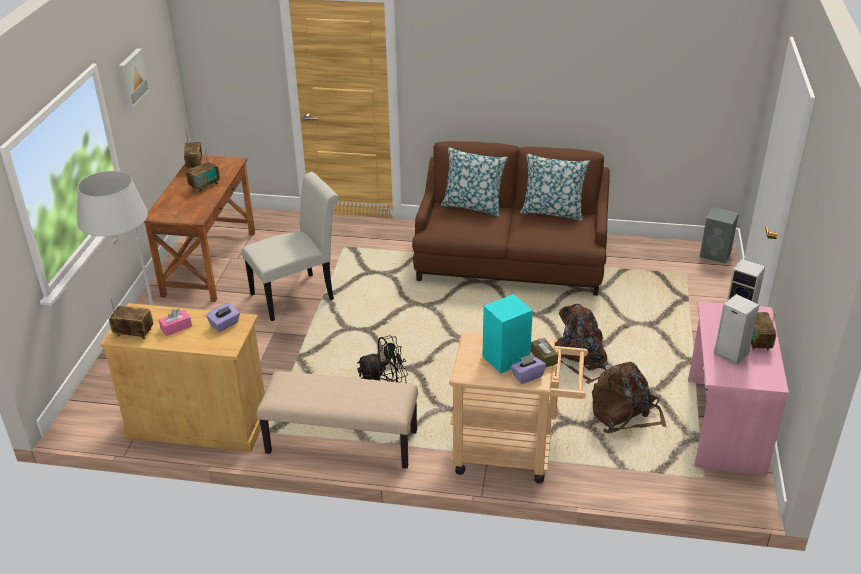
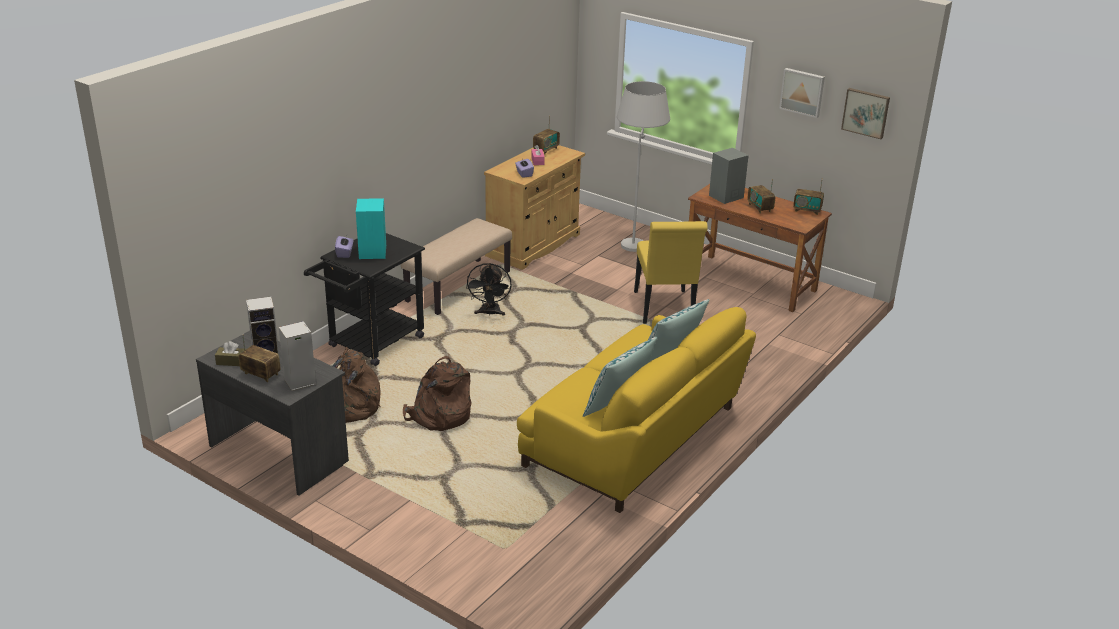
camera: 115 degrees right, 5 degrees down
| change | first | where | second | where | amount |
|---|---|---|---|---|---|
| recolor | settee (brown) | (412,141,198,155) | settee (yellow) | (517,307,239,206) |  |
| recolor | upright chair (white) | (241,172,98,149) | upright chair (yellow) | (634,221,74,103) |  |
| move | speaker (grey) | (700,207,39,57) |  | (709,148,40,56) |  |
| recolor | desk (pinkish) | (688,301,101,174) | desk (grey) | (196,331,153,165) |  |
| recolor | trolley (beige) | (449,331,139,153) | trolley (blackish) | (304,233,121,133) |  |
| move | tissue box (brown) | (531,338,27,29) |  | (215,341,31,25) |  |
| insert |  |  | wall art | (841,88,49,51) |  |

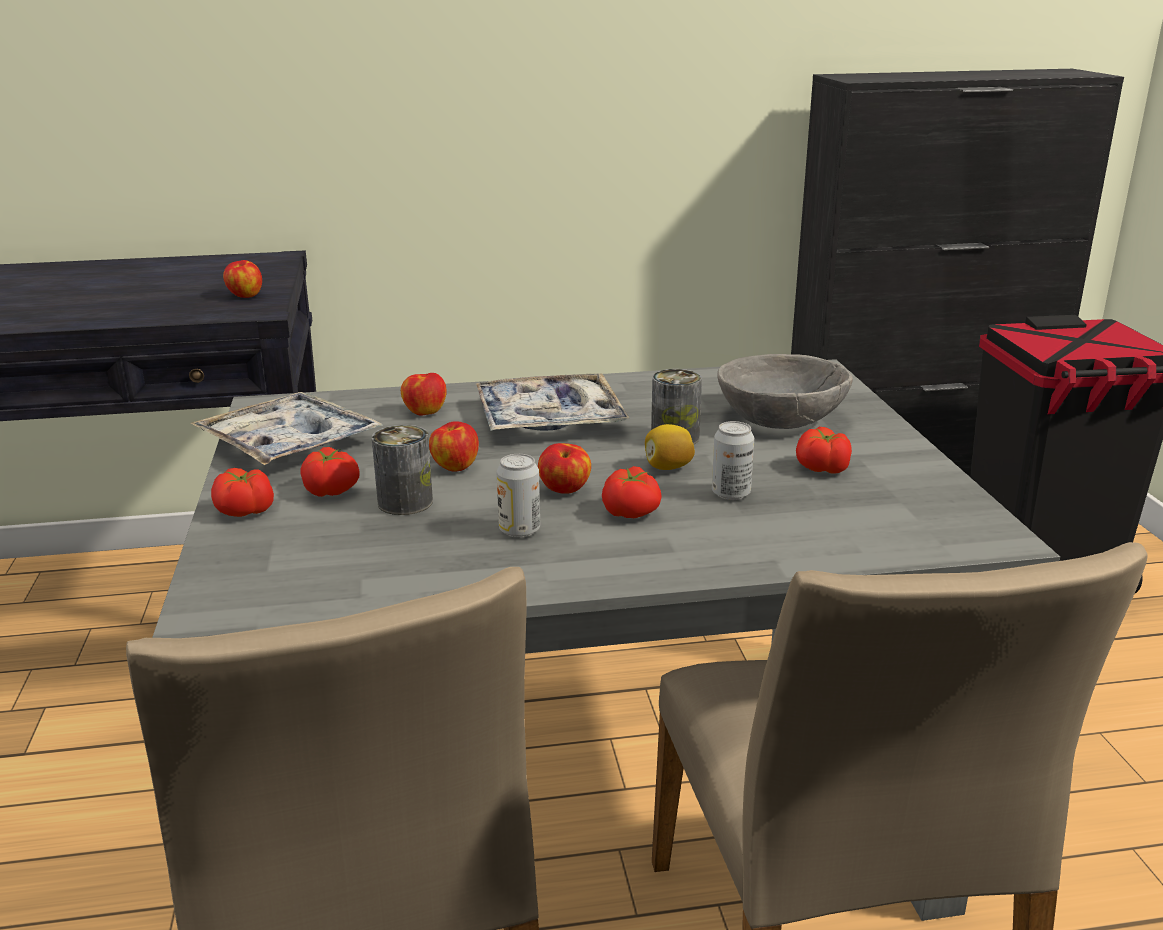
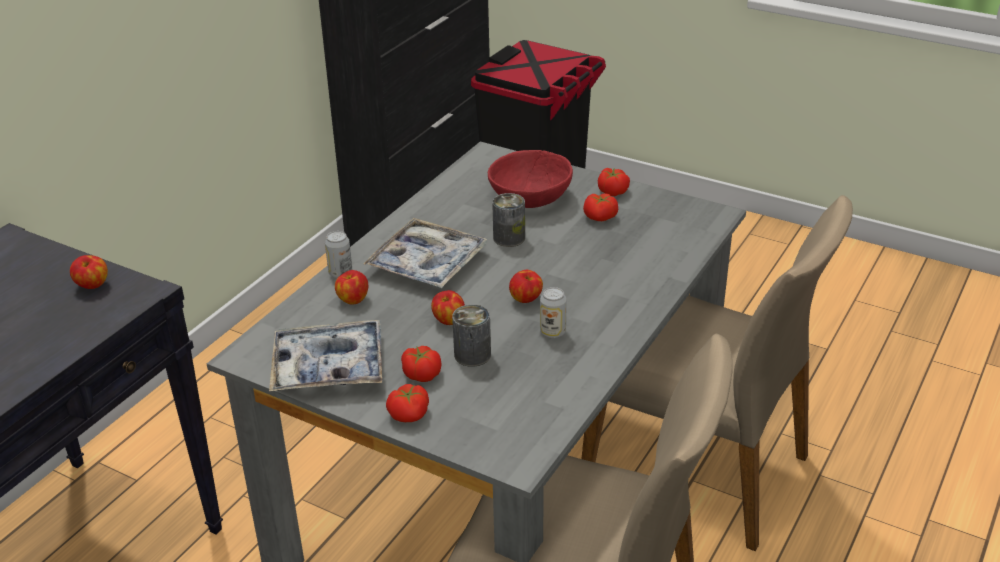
camera: 50 degrees left, 10 degrees up
| change | first | where | second | where | amount |
|---|---|---|---|---|---|
| recolor | bowl (grey) | (717,354,136,75) | bowl (red-coloured) | (488,150,85,58) |  |
| move | can | (712,421,42,79) |  | (325,231,27,47) |  |
| delete | lemon | (645,424,50,46) |  |  |  |
| move | whole tomato | (602,466,60,52) |  | (598,168,32,28) |  |

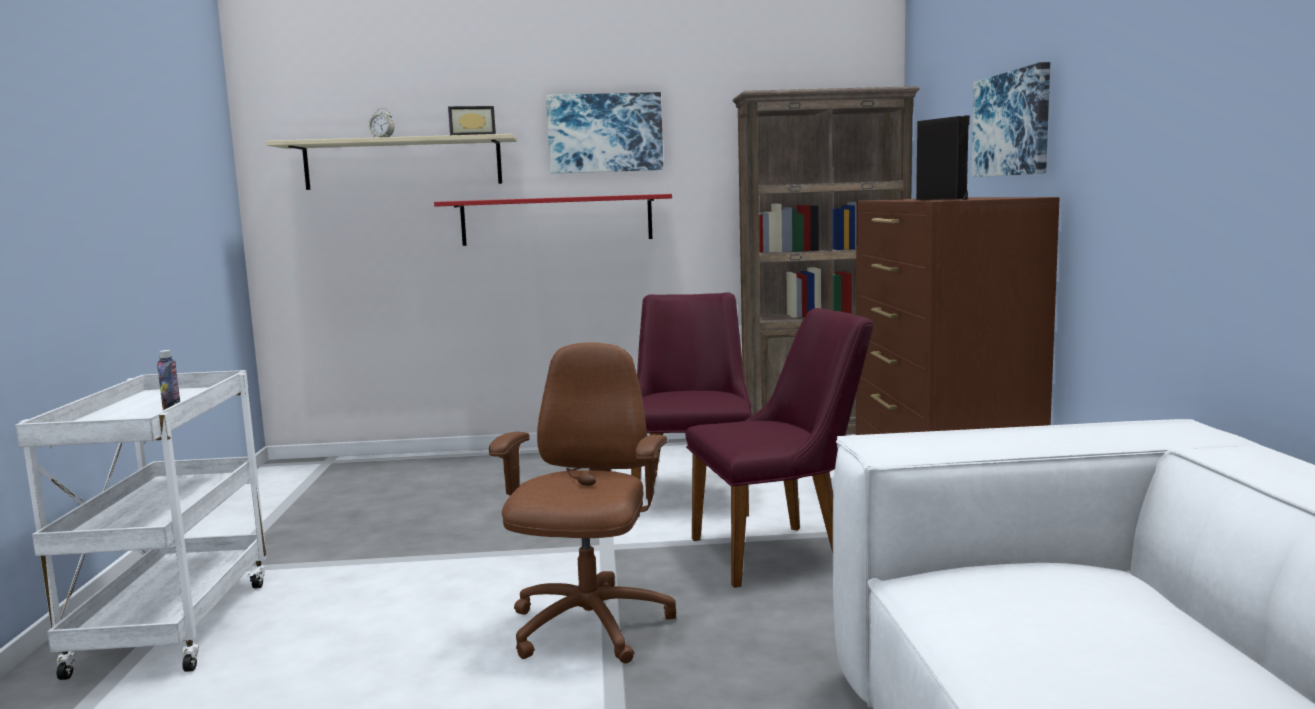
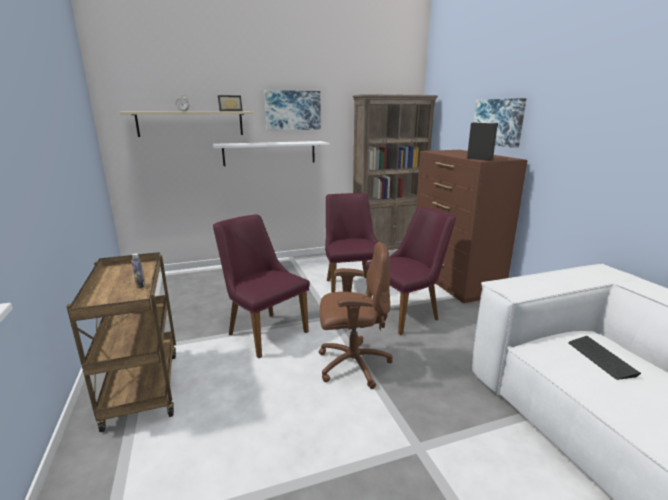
camera: 15 degrees left, 10 degrees up
| change | first | where | second | where | amount |
|---|---|---|---|---|---|
| recolor | shelf (red-coloured) | (434,194,238,52) | shelf (white) | (213,141,116,25) |  |
| rotate | office chair (brown) | (489,342,187,321) |  | (319,242,74,147) | 90 degrees clockwise |
| recolor | trolley (white) | (15,370,252,310) | trolley (brown) | (66,252,110,180) |  |
| insert |  |  | upright chair (purple-coloured) | (213,214,97,144) |  |
| insert |  |  | computer keyboard | (568,336,73,44) |  |

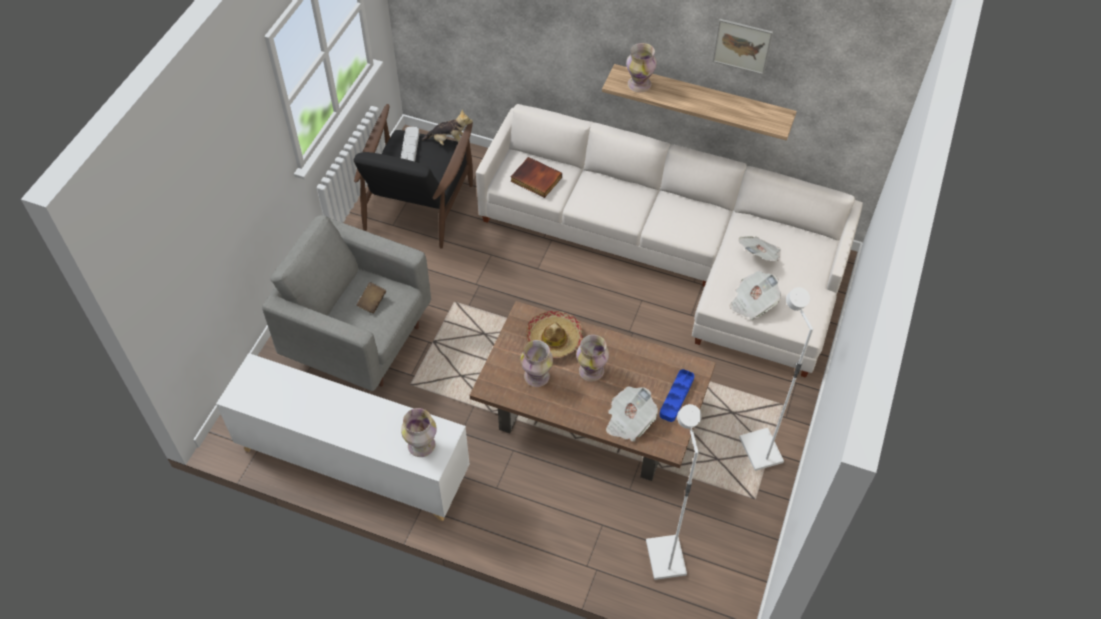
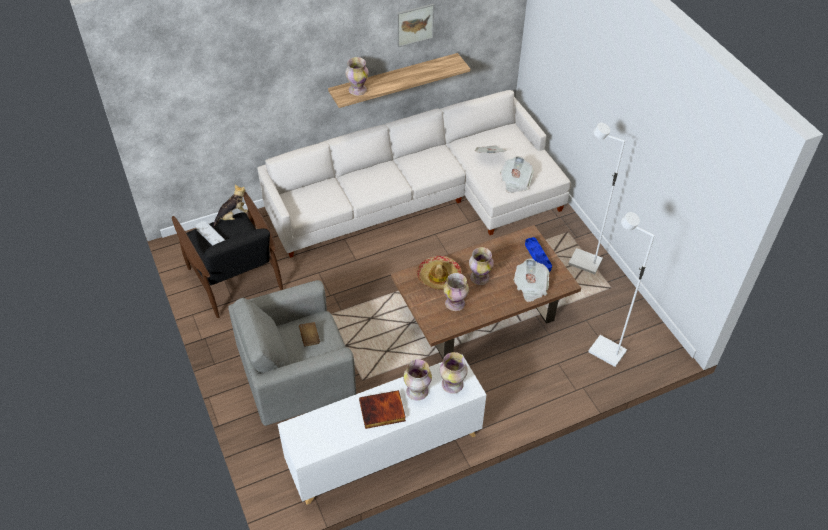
camera: 45 degrees left, 5 degrees down
| change | first | where | second | where | amount |
|---|---|---|---|---|---|
| move | bound book | (511,157,51,41) |  | (359,390,47,39) |  |
| insert |  |  | decorative vase | (403,359,29,42) |  |

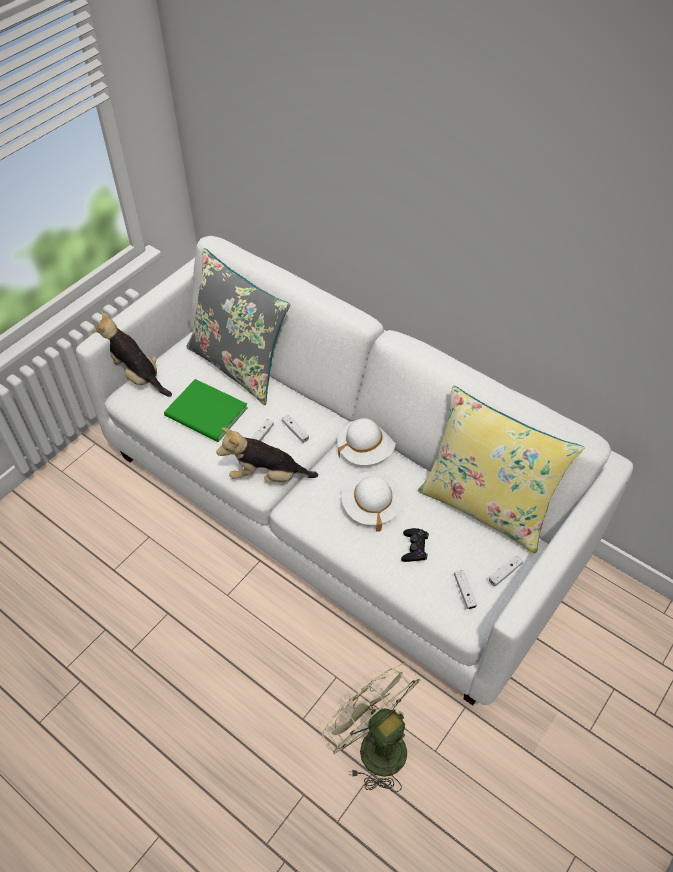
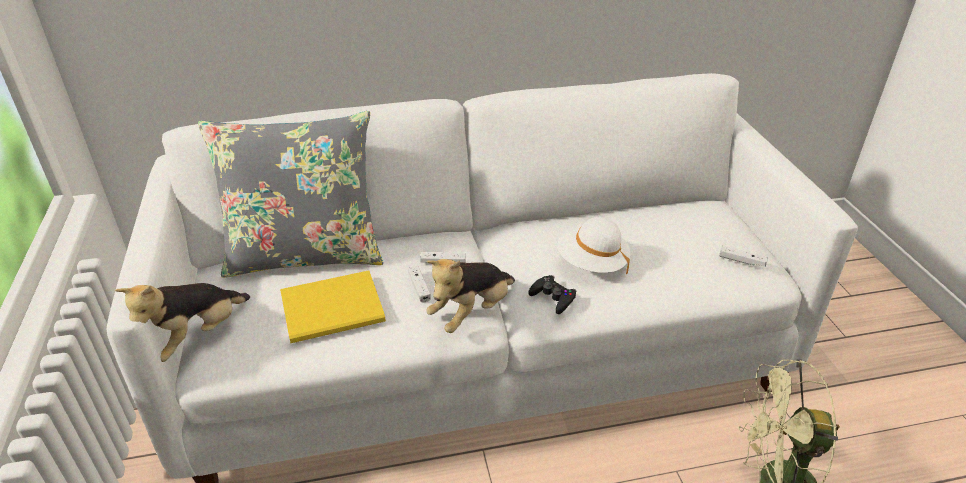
camera: 50 degrees left, 15 degrees down
| change | first | where | second | where | amount |
|---|---|---|---|---|---|
| rotate | plush toy | (92,312,80,85) |  | (115,283,135,79) | 45 degrees counterclockwise |
| recolor | bound book (green) | (164,379,84,63) | bound book (yellow) | (280,270,106,73) |  |
| delete | pillow (yellow) | (418,386,166,167) |  |  |  |
| delete | hat (white) | (338,418,58,47) |  |  |  |
| move | gamepad (blackish) | (401,528,28,34) |  | (528,275,48,39) |  |
| delete | gamepad (white) | (489,555,34,32) |  |  |  |

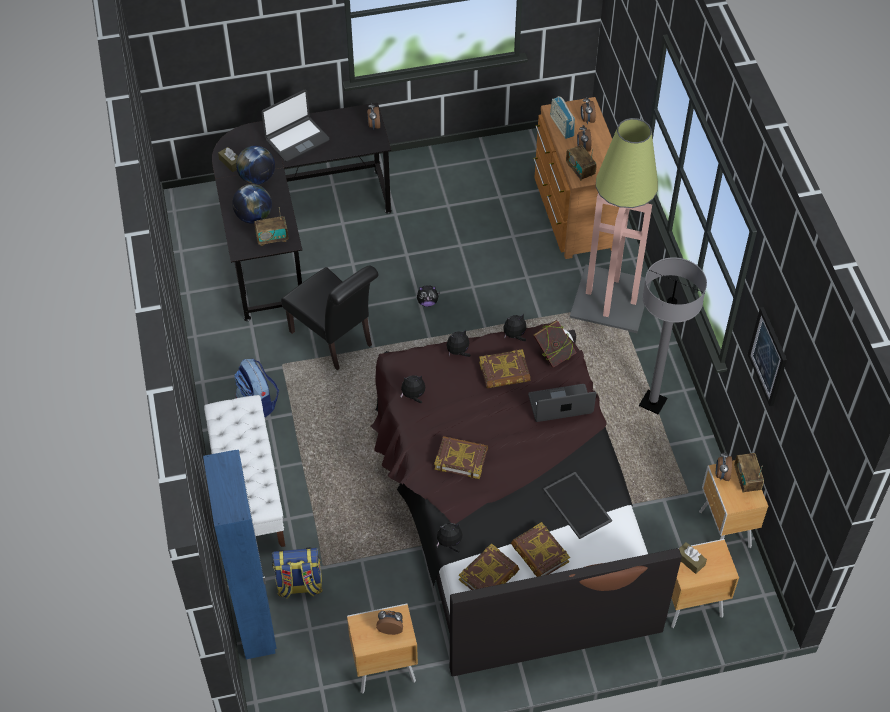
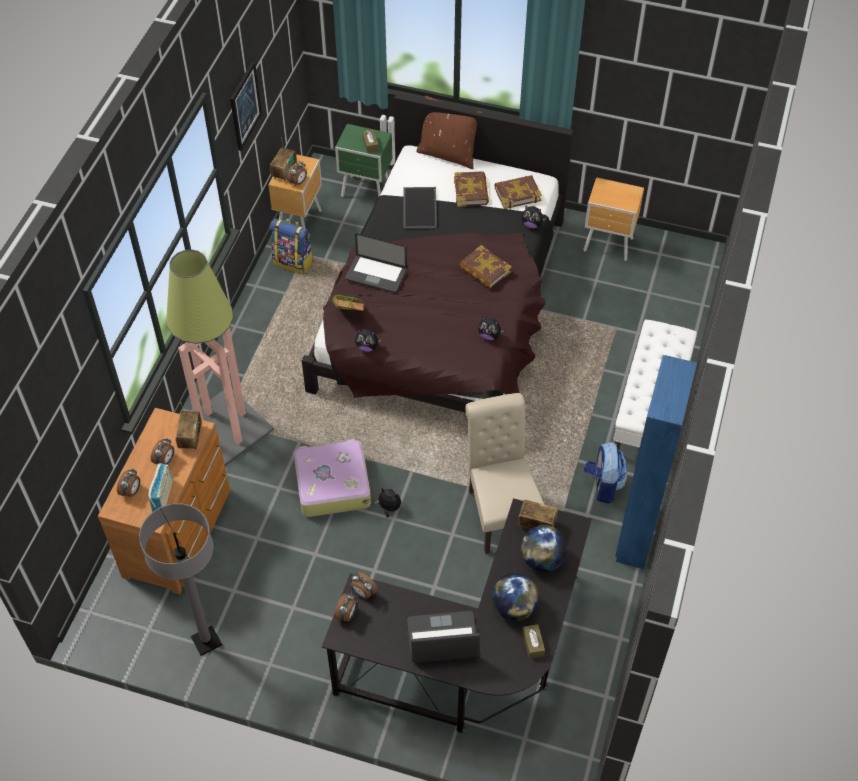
camera: 150 degrees left, 0 degrees up
| change | first | where | second | where | amount |
|---|---|---|---|---|---|
| move | floor lamp (grey) | (639,257,68,157) |  | (139,504,83,152) |  |
| recolor | upright chair (blackish) | (281,265,97,105) | upright chair (beige) | (465,393,79,161) |  |
| delete | plush toy | (446,329,25,28) |  |  |  |
| delete | bound book | (479,349,51,39) |  |  |  |
| move | armoire (blue-coloured) | (203,450,74,209) |  | (615,355,82,214) |  |
| recolor | nightstand (brown) | (671,539,68,89) | nightstand (green) | (335,124,58,73) |  |
| move | knapsack | (272,547,51,52) |  | (270,218,43,56) |  |
| move | alarm clock | (376,611,27,24) |  | (351,572,27,27) |  |
| insert |  |  | suitcase | (294,439,77,78) |  |

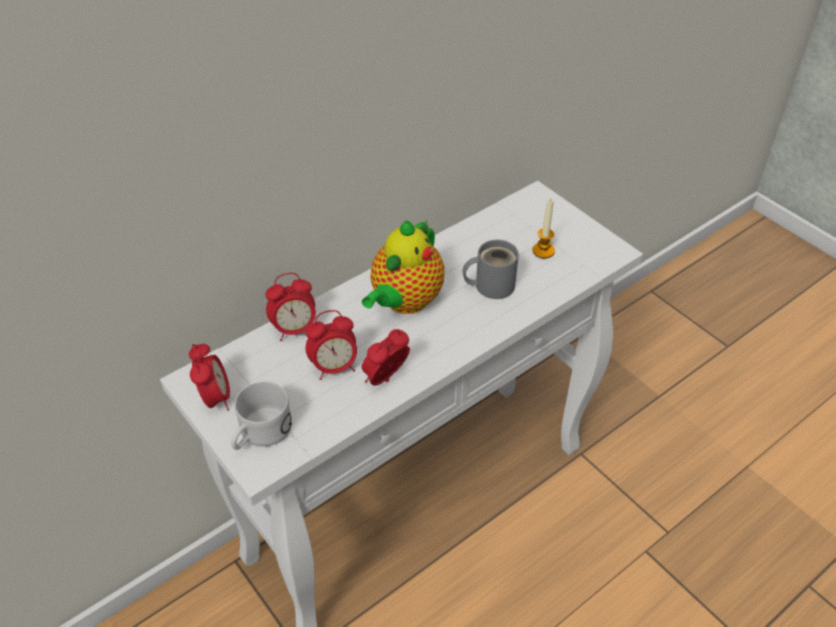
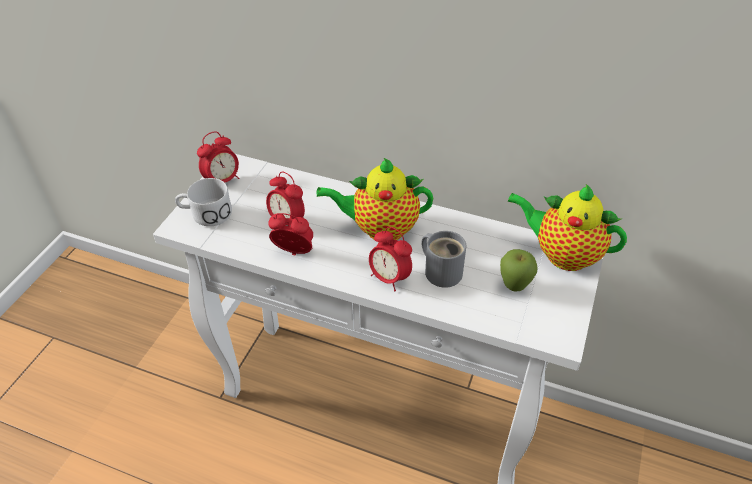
camera: 60 degrees right, 0 degrees up
| change | first | where | second | where | amount |
|---|---|---|---|---|---|
| replace | candle | (532,199,23,59) | apple fruit | (500,249,38,42) |  |
| move | alarm clock | (266,273,50,68) |  | (369,227,43,64) |  |
| insert |  |  | tea pot | (507,184,120,87) |  |

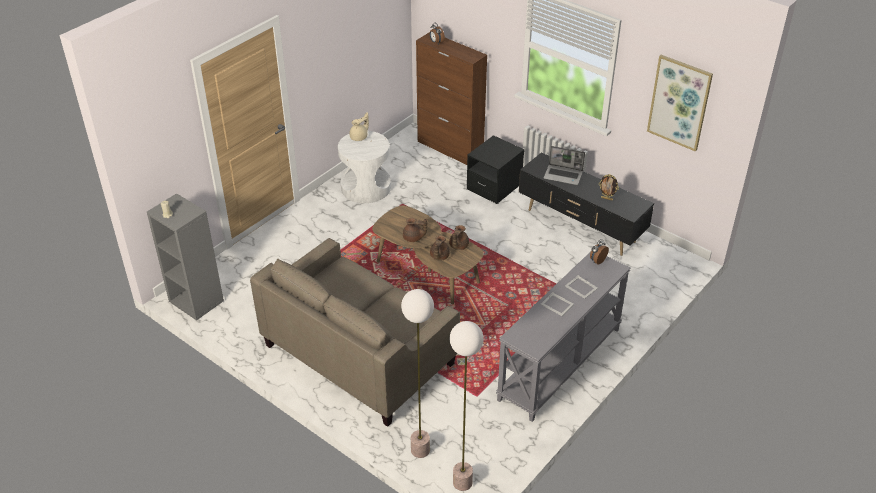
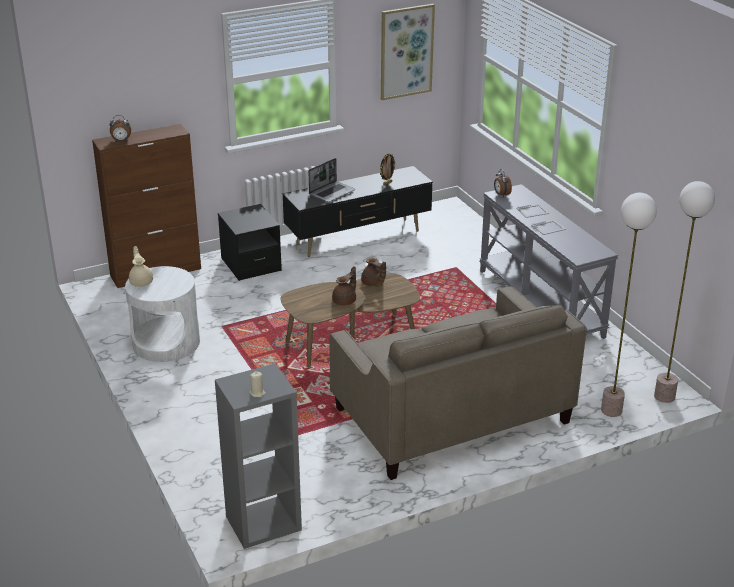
camera: 65 degrees left, 10 degrees down
| change | first | where | second | where | amount |
|---|---|---|---|---|---|
| delete | tea pot (brown) | (430,235,20,25) |  |  |  |

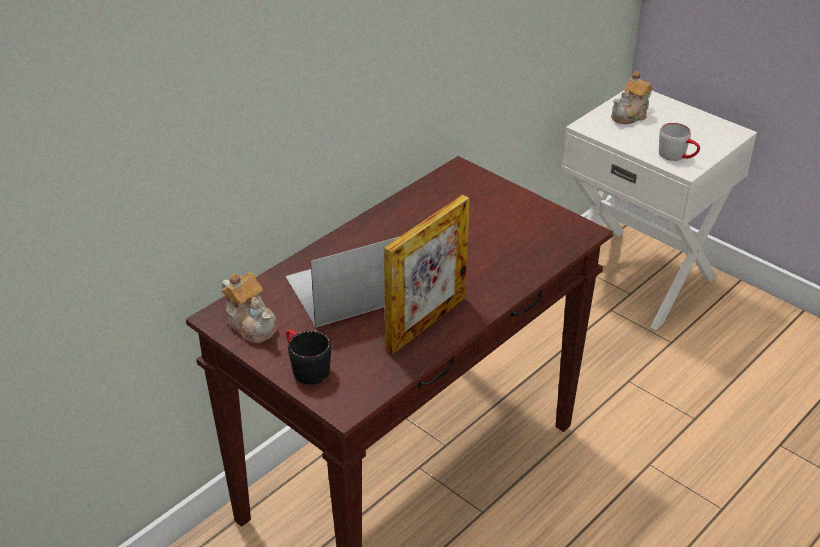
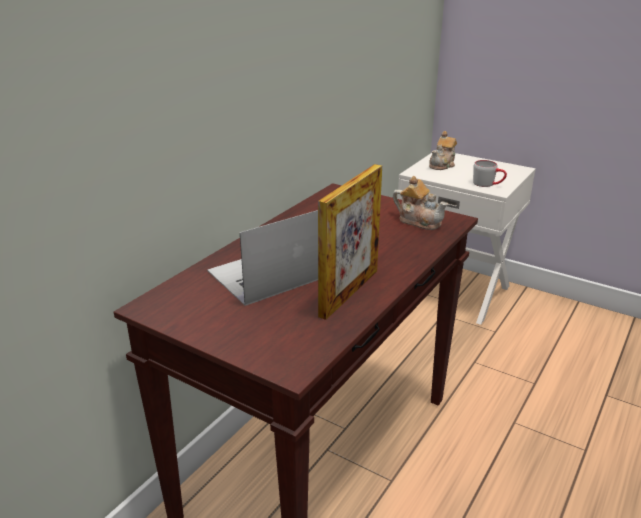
camera: 10 degrees left, 10 degrees down
| change | first | where | second | where | amount |
|---|---|---|---|---|---|
| move | tea pot | (221,272,55,71) |  | (393,176,55,54) |  |
| delete | tea mug (blackish) | (286,329,45,55) |  |  |  |

